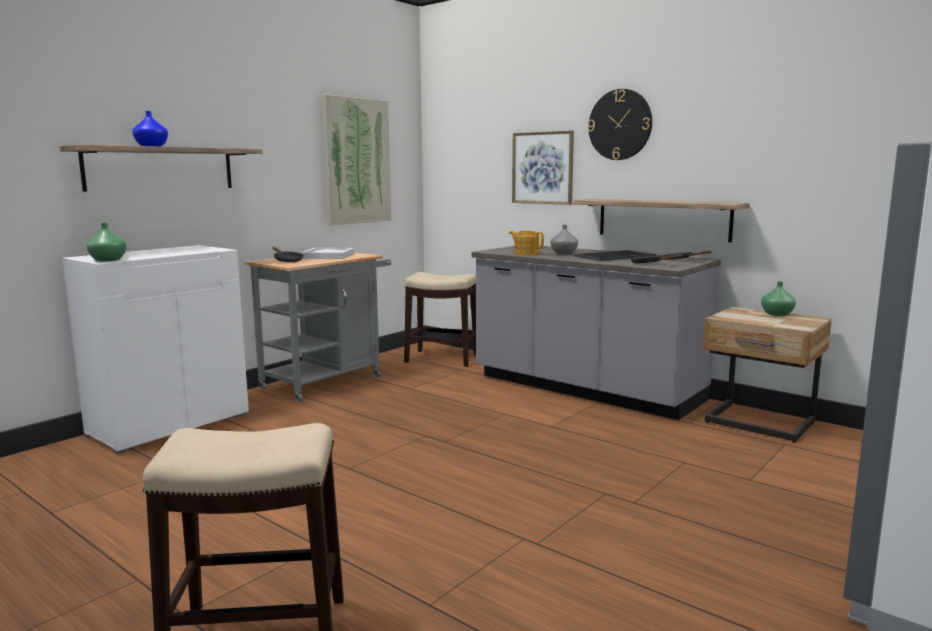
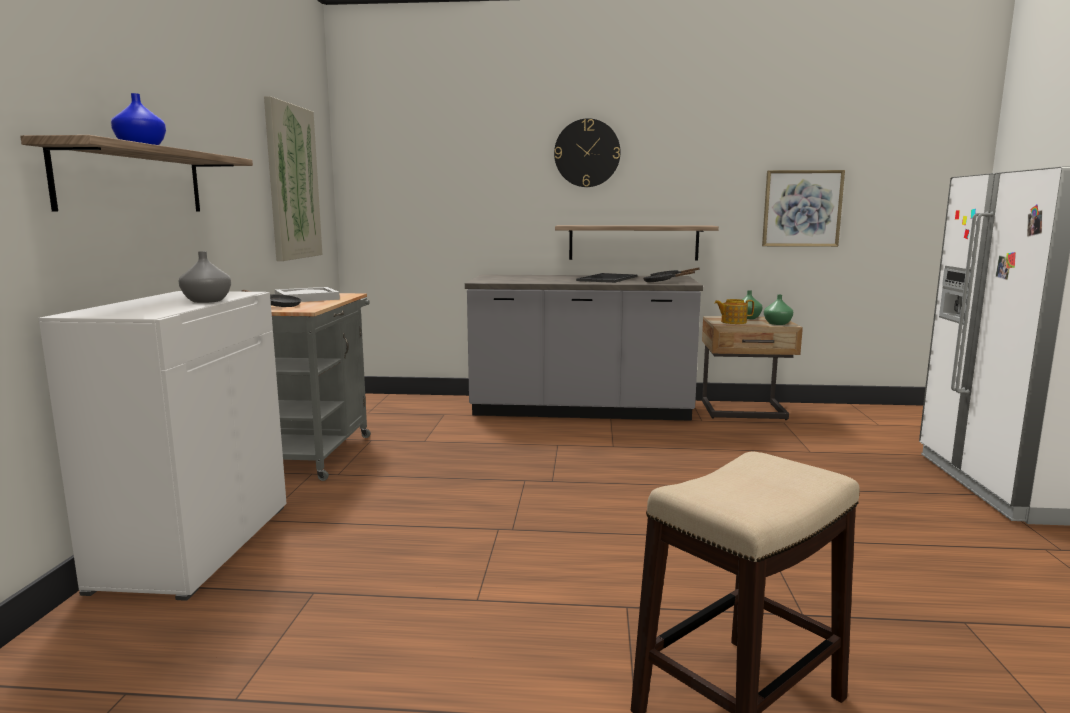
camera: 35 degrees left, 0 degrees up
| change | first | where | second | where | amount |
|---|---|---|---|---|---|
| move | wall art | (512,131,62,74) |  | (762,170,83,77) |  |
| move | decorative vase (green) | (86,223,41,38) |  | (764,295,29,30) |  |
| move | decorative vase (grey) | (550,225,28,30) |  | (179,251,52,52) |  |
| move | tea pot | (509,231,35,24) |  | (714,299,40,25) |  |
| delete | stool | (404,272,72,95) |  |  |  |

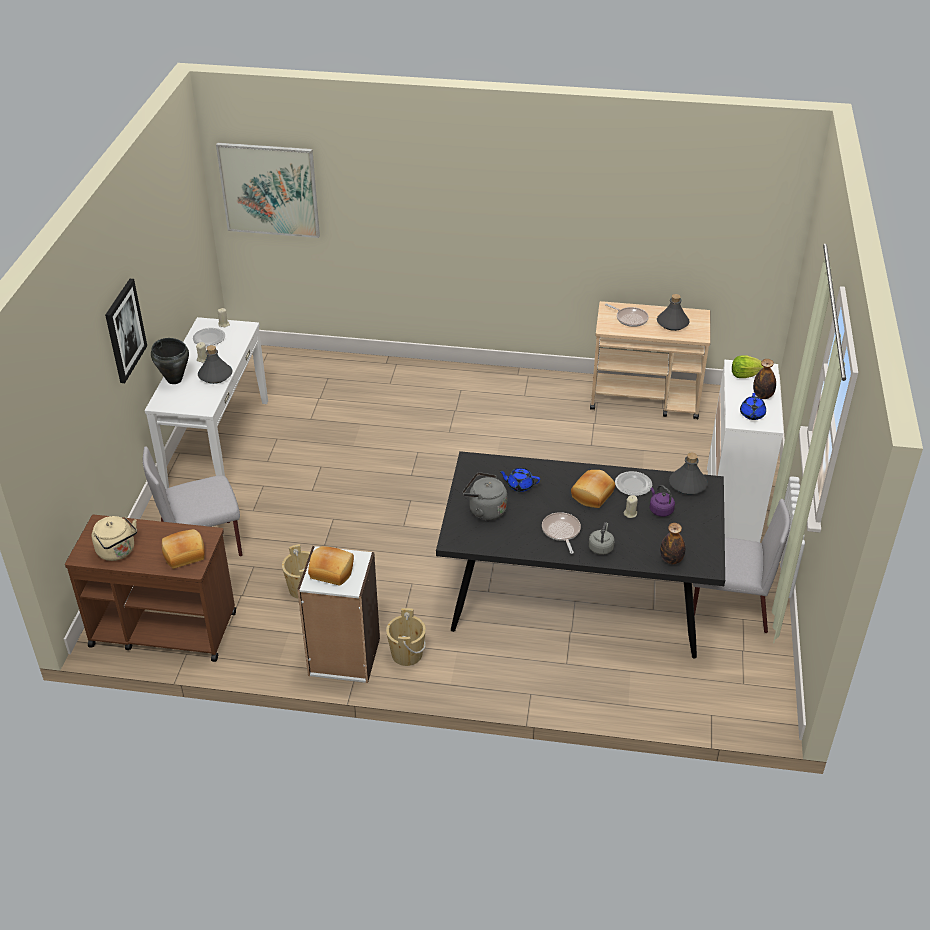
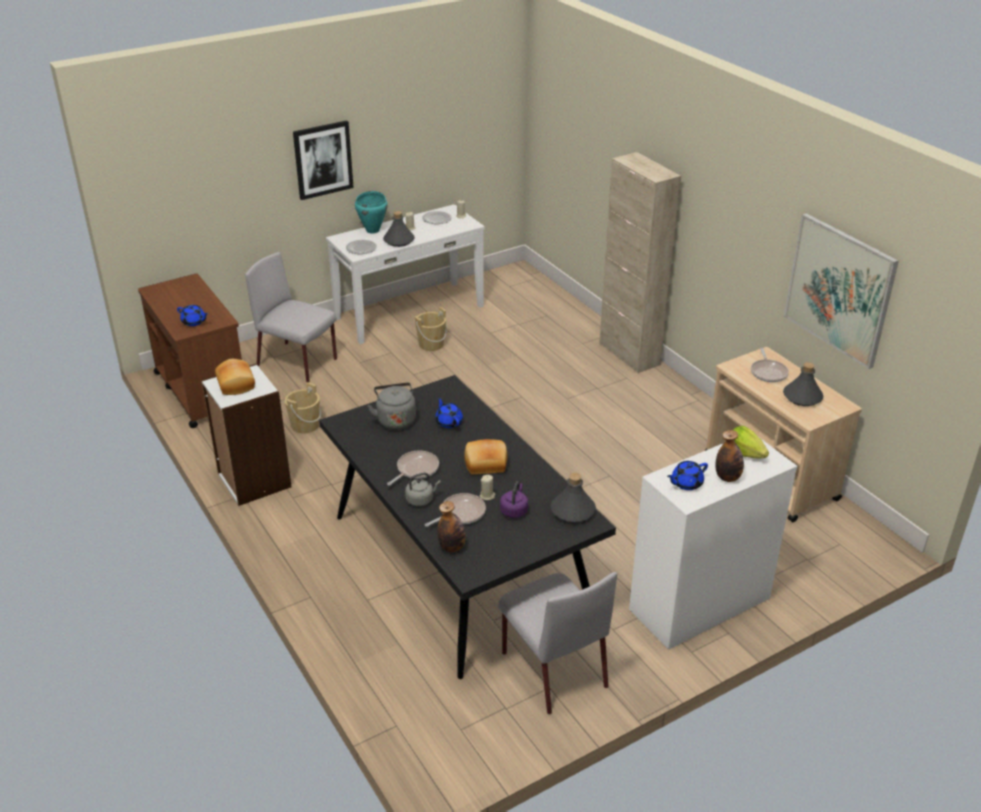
camera: 50 degrees right, 5 degrees down
| change | first | where | second | where | amount |
|---|---|---|---|---|---|
| move | wall art | (216,143,104,95) |  | (784,213,115,156) |  |
| recolor | cooking pot (blackish) | (151,338,38,46) | cooking pot (turquoise-coloured) | (355,191,33,42) |  |
| move | plate | (615,471,37,25) |  | (346,240,31,14) |  |
| delete | tea kettle (beige) | (92,516,45,45) |  |  |  |
| replace | bakery bread | (162,529,43,40) | tea pot (blue-coloured) | (177,305,31,21) |  |
| move | water bucket (beige) | (386,608,40,58) |  | (415,307,32,44) |  |
| insert |  |  | storage cabinet (beige) | (599,152,82,221) |  |
| insert |  |  | pan | (425,493,61,34) |  |

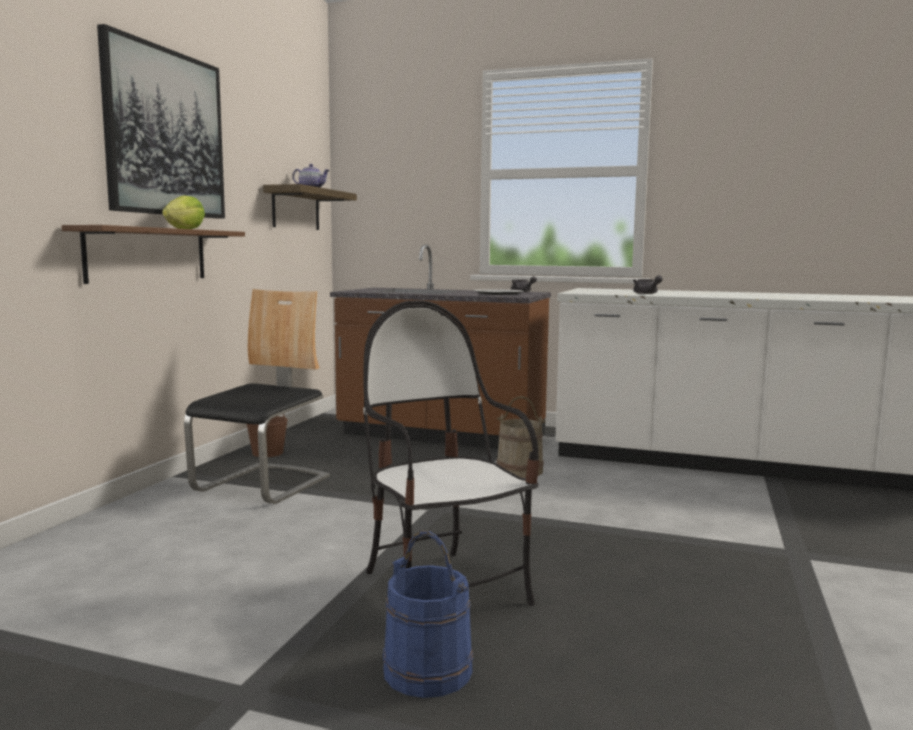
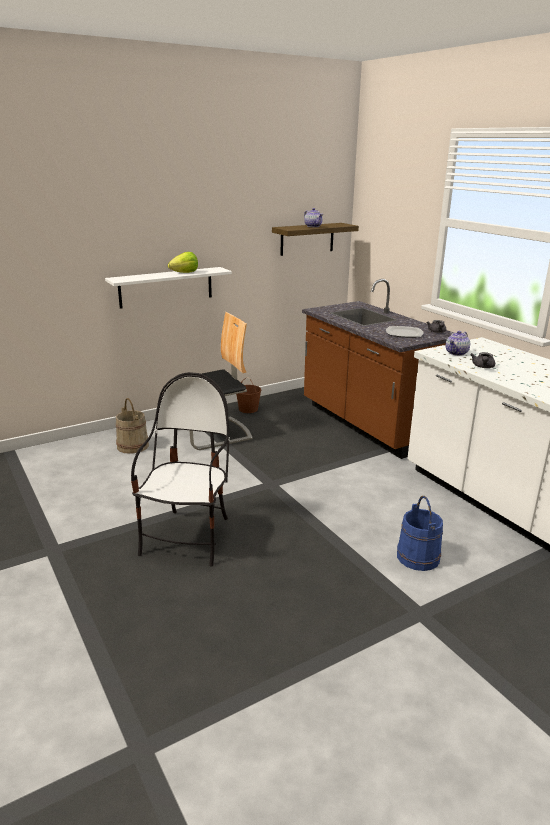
camera: 40 degrees right, 15 degrees up
| change | first | where | second | where | amount |
|---|---|---|---|---|---|
| delete | wall art | (97,24,128,195) |  |  |  |
| recolor | shelf (brown) | (62,225,183,59) | shelf (white) | (105,267,127,42) |  |
| move | water bucket (beige) | (496,396,49,82) |  | (116,398,33,56) |  |
| move | water bucket (blue-coloured) | (383,531,90,167) |  | (397,496,46,75) |  |
| insert |  |  | tea pot | (446,331,24,25) |  |

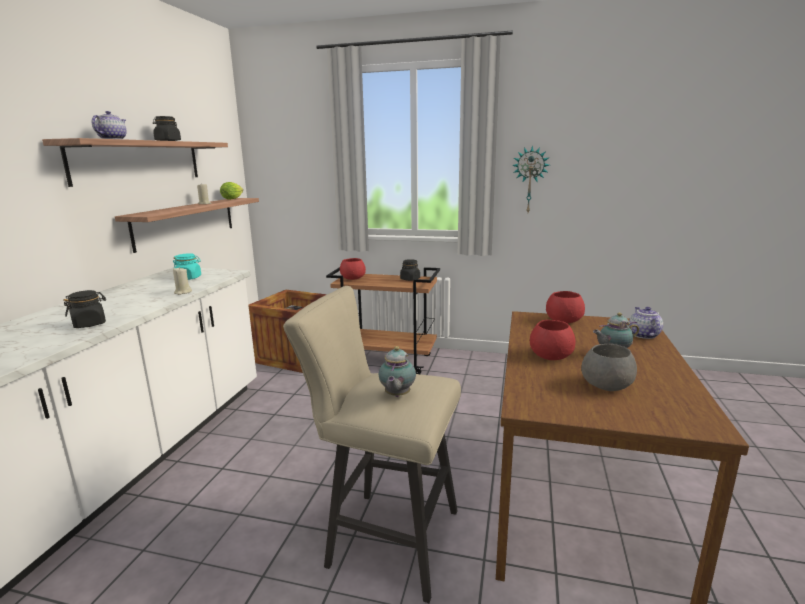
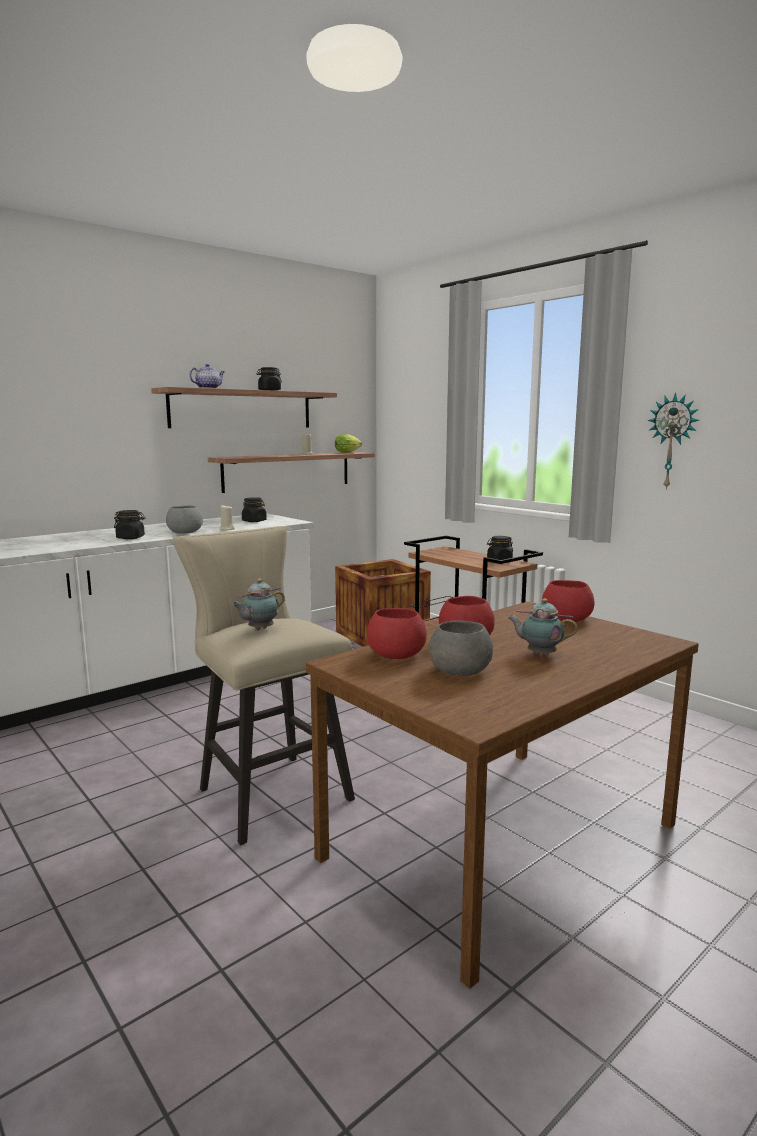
camera: 35 degrees right, 5 degrees down
| change | first | where | second | where | amount |
|---|---|---|---|---|---|
| recolor | jar (turquoise-coloured) | (173,253,28,27) | jar (blackish) | (242,497,25,25) |  |
| move | bowl (red-coloured) | (340,258,26,22) |  | (367,608,60,51) |  |
| delete | tea pot | (629,307,34,32) |  |  |  |
| insert |  |  | bowl (grey) | (166,505,37,29) |  |

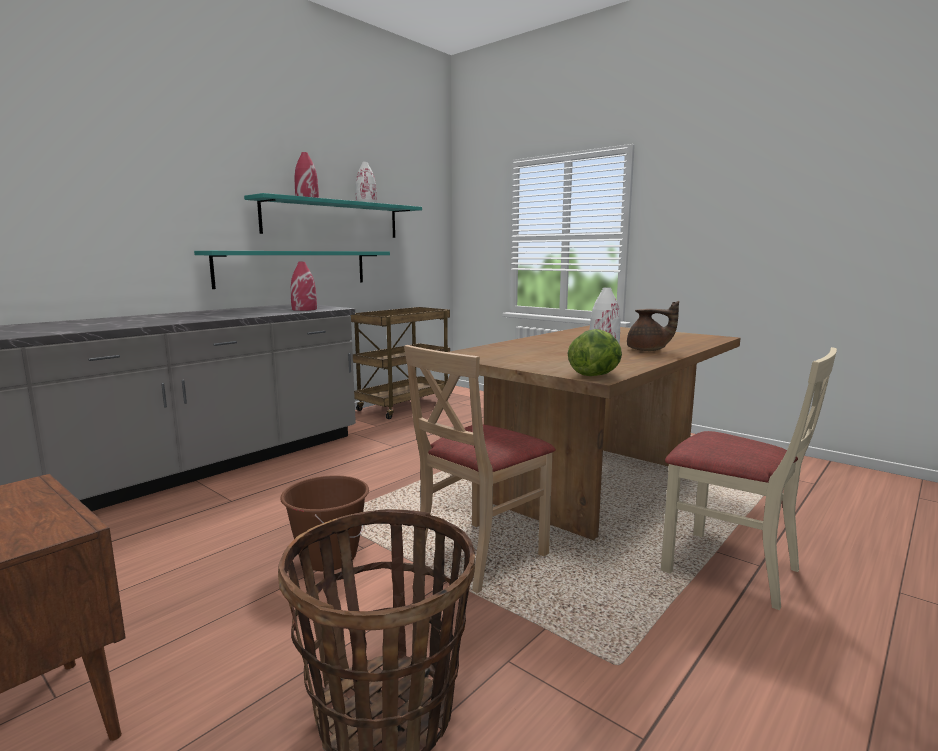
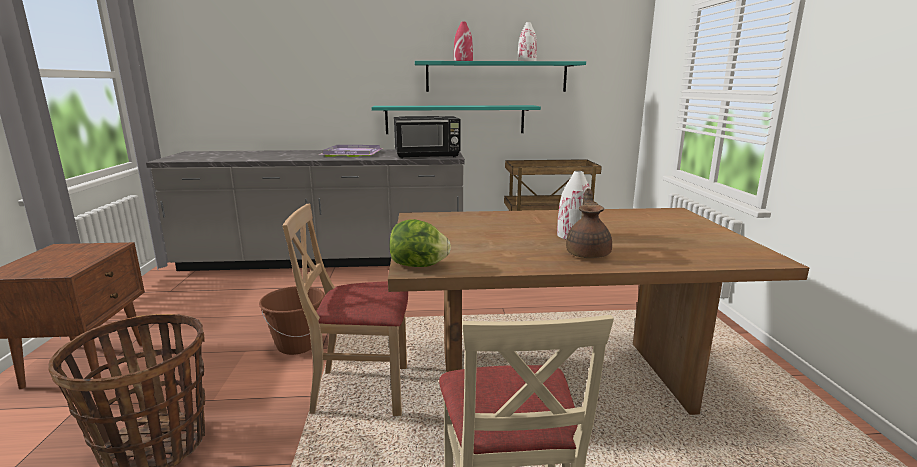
camera: 45 degrees right, 5 degrees up
| change | first | where | second | where | amount |
|---|---|---|---|---|---|
| replace | decorative vase (red-coloured) | (291,262,26,49) | microwave (blackish) | (394,116,66,43) |  |
| rotate | tea pot (brown) | (627,301,52,50) |  | (566,188,46,70) | 150 degrees counterclockwise |
| insert |  |  | serving tray (purple-coloured) | (318,145,65,12) |  |

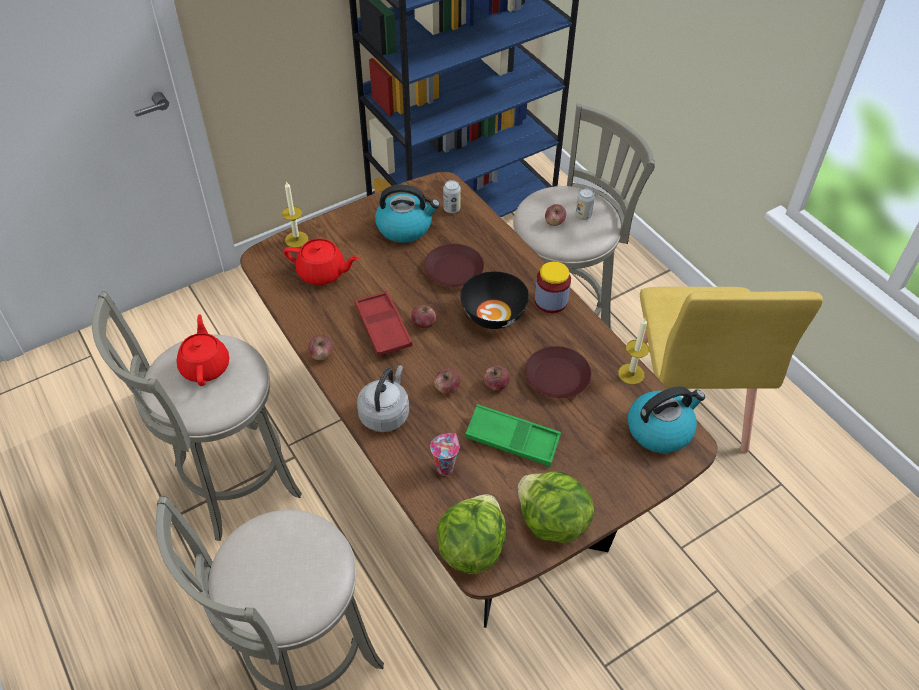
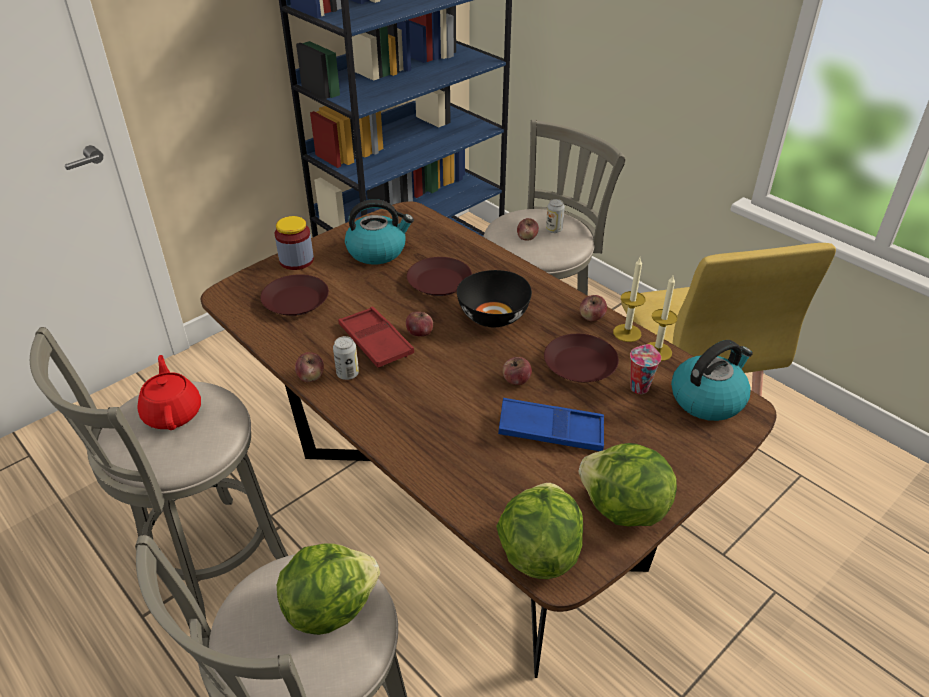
camera: 10 degrees left, 10 degrees down
| change | first | where | second | where | amount |
|---|---|---|---|---|---|
| move | can | (443,180,18,33) |  | (333,336,26,44) |  |
| move | candle | (282,181,26,67) |  | (613,258,33,84) |  |
| replace | tea pot (red-coloured) | (284,239,75,46) | plate (brown) | (260,274,69,42) |  |
| move | jar | (535,261,36,52) |  | (275,216,39,54) |  |
| delete | tea kettle (grey) | (357,365,52,67) |  |  |  |
| move | apple fruit | (434,369,26,25) |  | (580,295,27,26) |  |
| recolor | serving tray (green) | (465,404,96,63) | serving tray (blue-coloured) | (498,398,106,53) |  |
| move | cup | (430,433,29,43) |  | (630,344,31,50) |  |
| insert |  |  | head of lettuce | (277,543,103,92) |  |

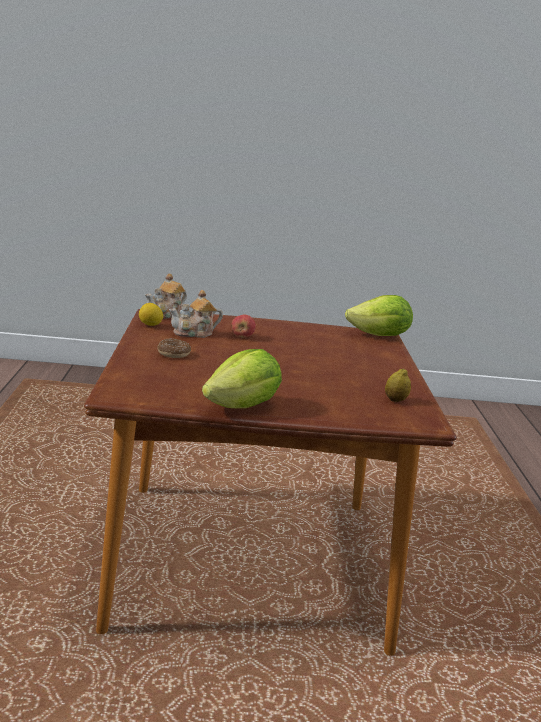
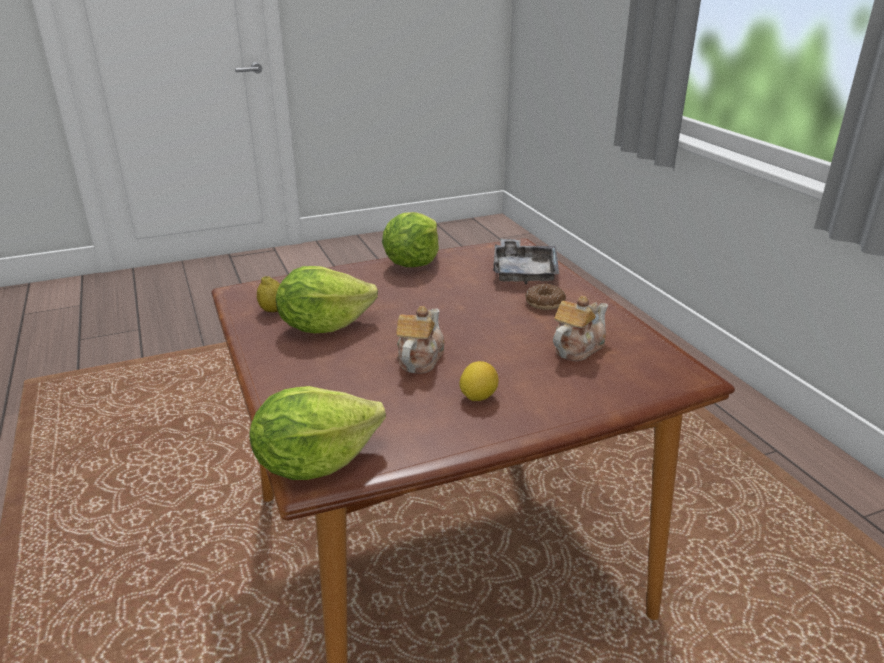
camera: 160 degrees right, 10 degrees up
| change | first | where | second | where | amount |
|---|---|---|---|---|---|
| move | tea pot | (145,273,42,46) |  | (396,306,49,68) |  |
| move | lemon | (139,303,24,23) |  | (459,361,40,40) |  |
| delete | apple fruit | (231,315,25,23) |  |  |  |
| insert |  |  | serving tray (grey) | (493,239,66,45) |  |
| insert |  |  | head of lettuce | (276,266,102,67) |  |

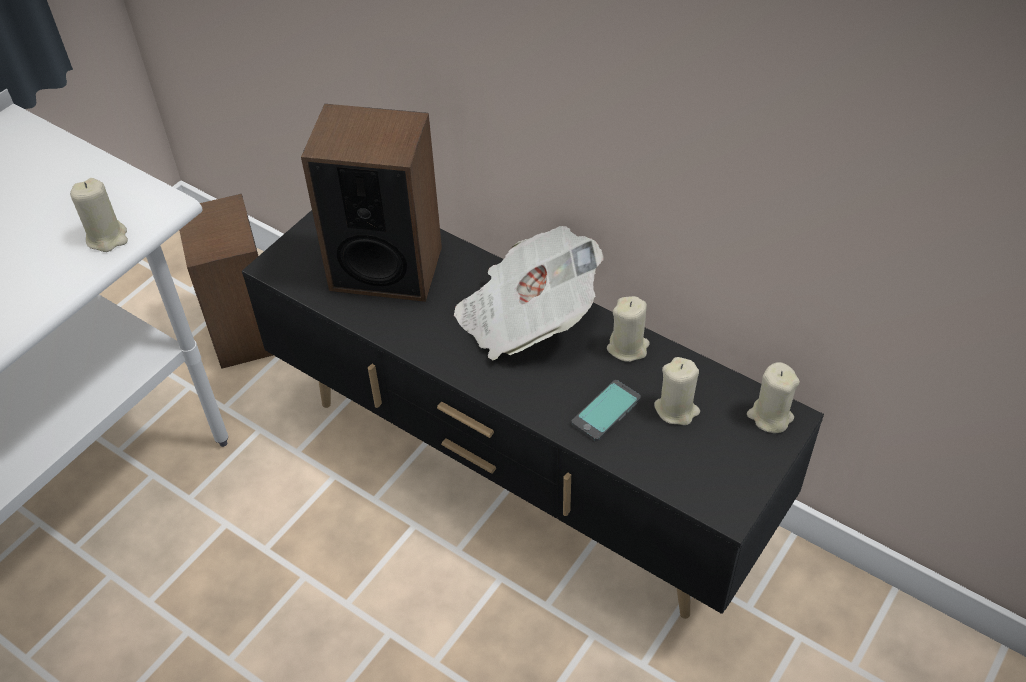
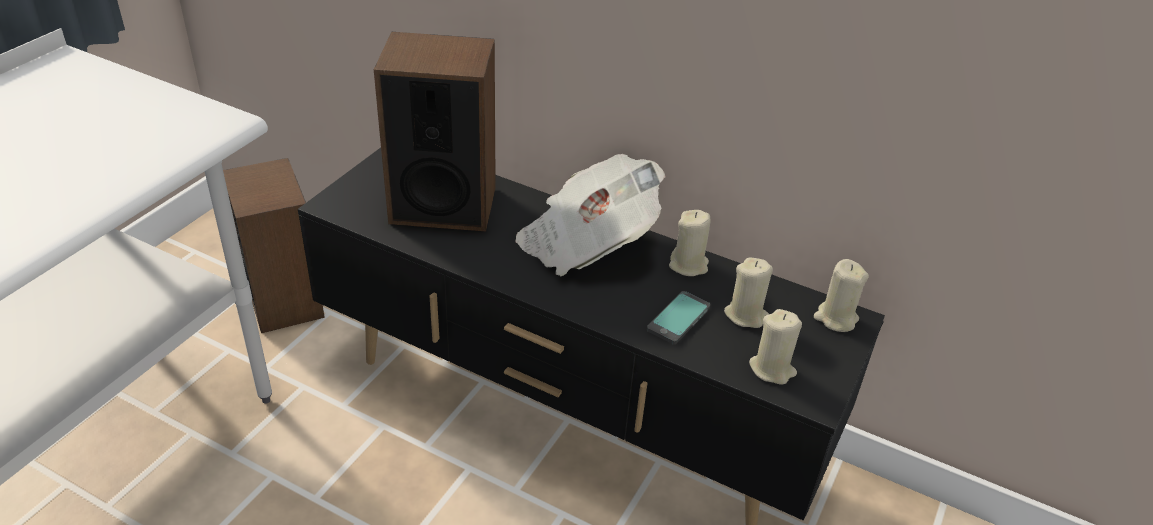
camera: 10 degrees left, 10 degrees down
| change | first | where | second | where | amount |
|---|---|---|---|---|---|
| move | candle (beige) | (70,178,58,74) |  | (749,309,53,76) |  |

